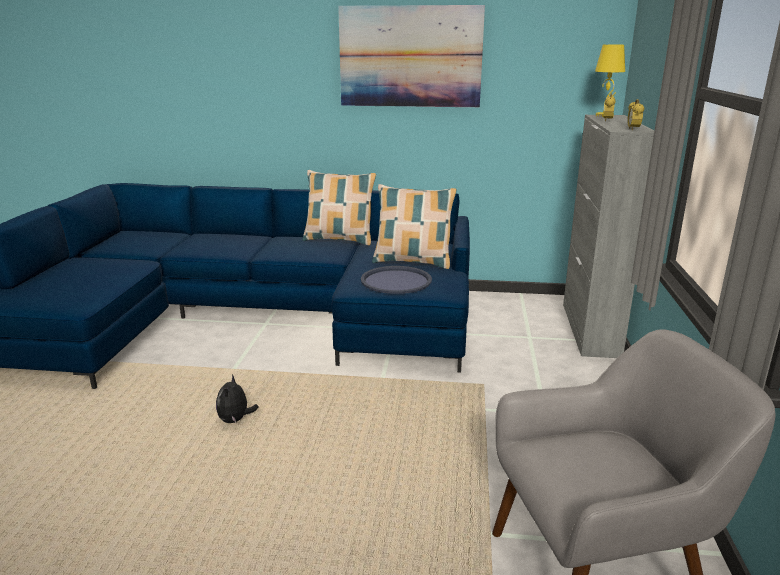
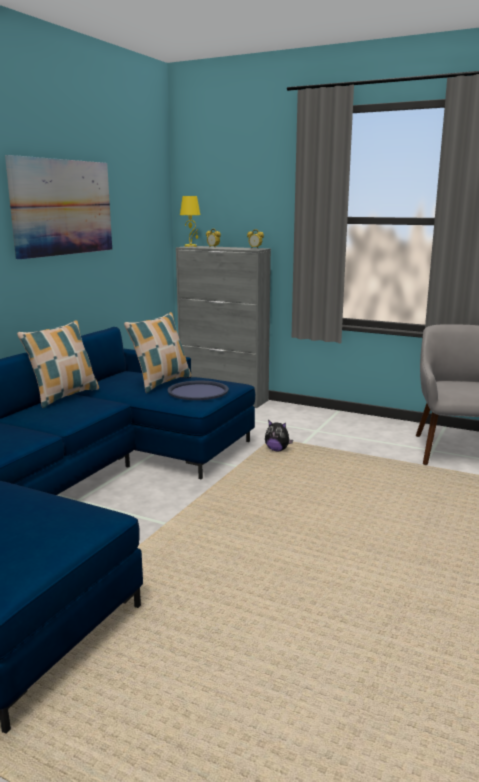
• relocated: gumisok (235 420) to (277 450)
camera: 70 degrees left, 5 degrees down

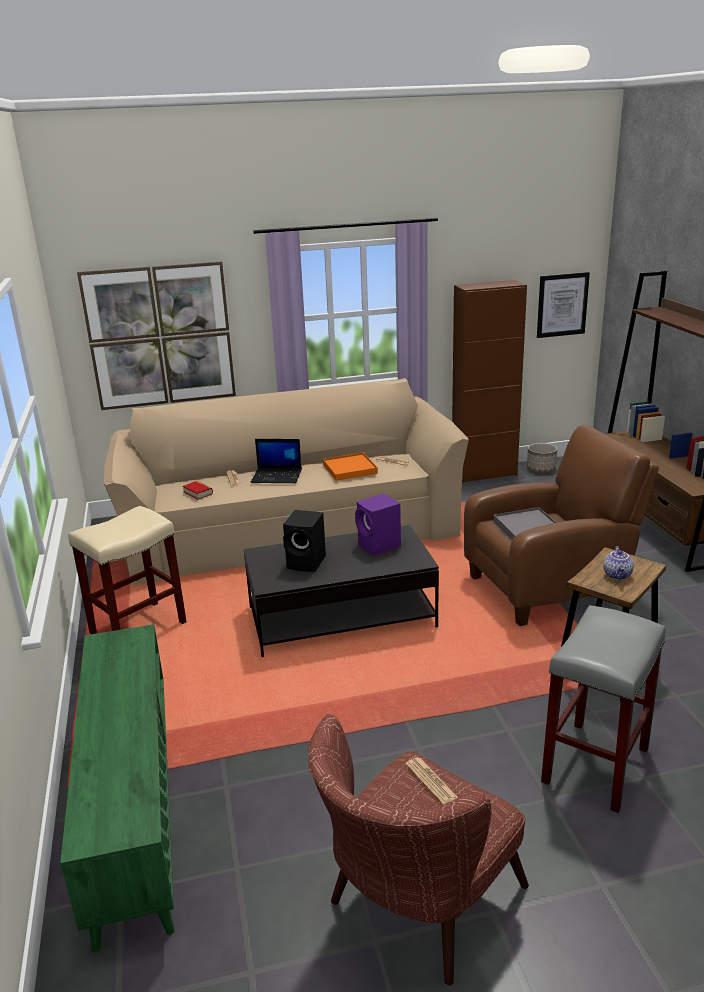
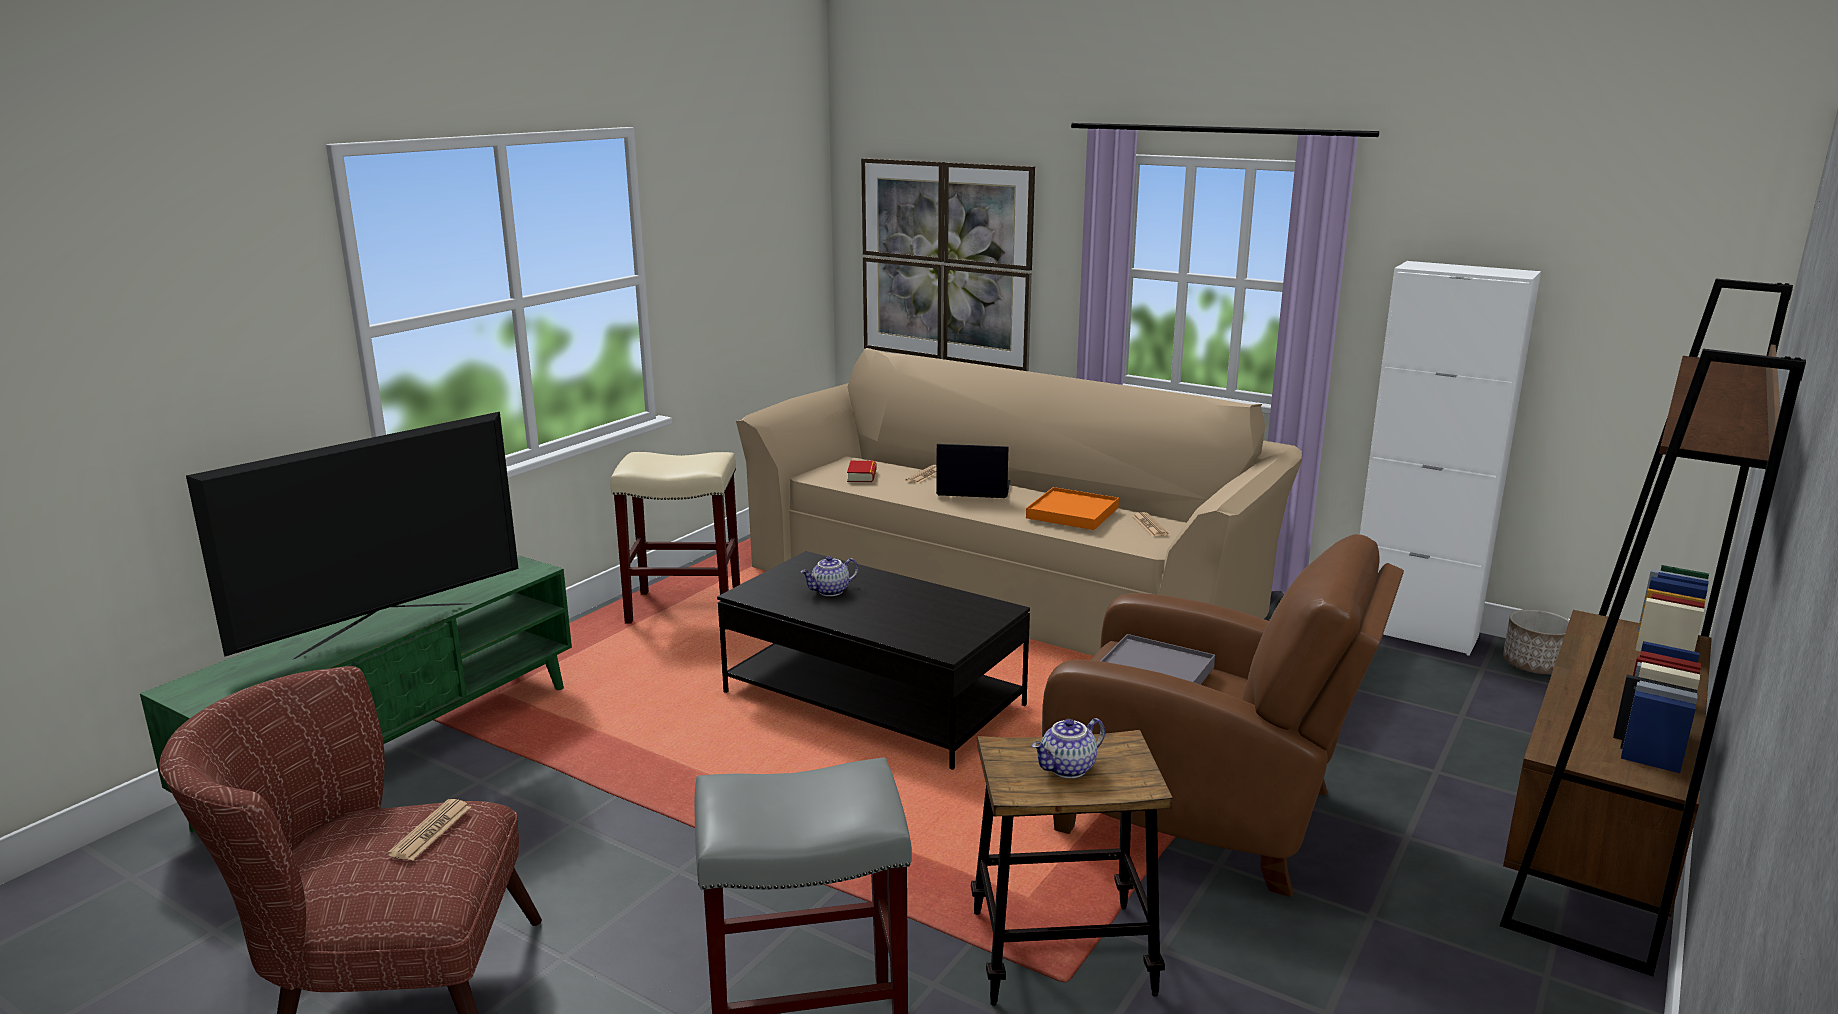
• missing: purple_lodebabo (379 546)
• missing: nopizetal (562 305)
• appeared: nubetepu (385 629)
• exchanged: black_lodebabo (307 563) to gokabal (830 591)
• colour: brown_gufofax (484 474) to white_gufofax (1412 632)
• spun: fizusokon (277 476) = (972 489) 135 degrees clockwise
camera: 45 degrees right, 5 degrees down

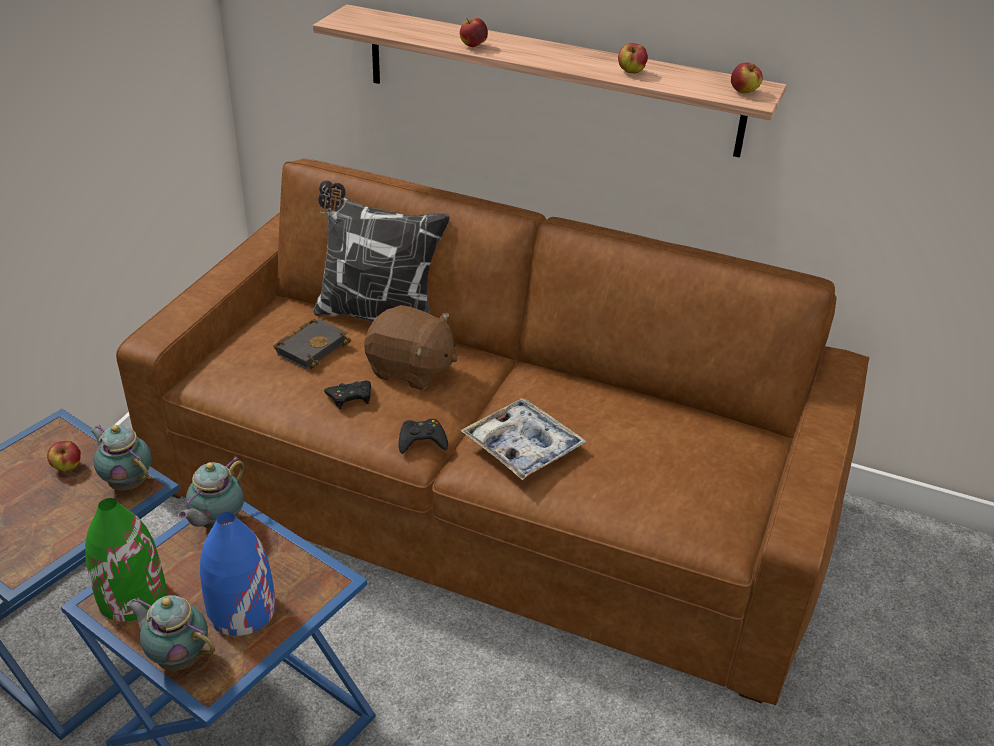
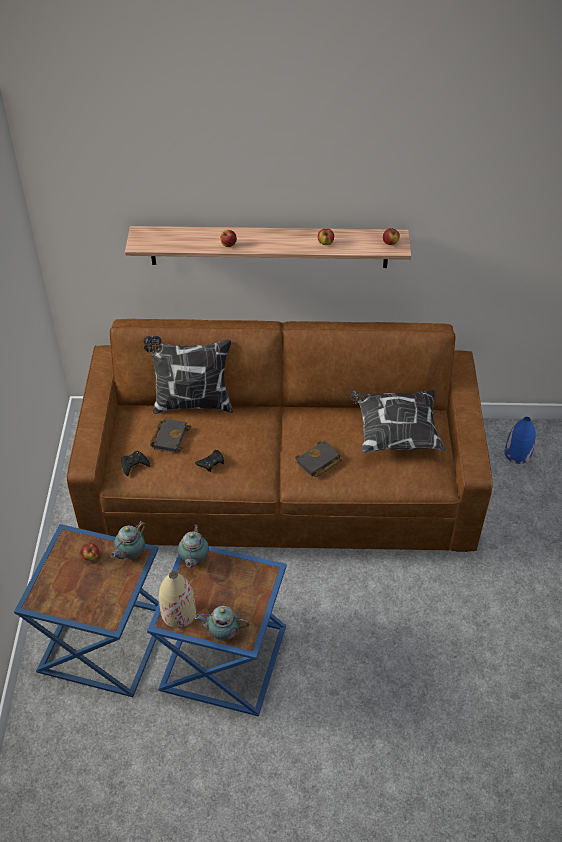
• missing: brown_gumisok (410 370)
• appeared: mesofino (395 433)
• relocated: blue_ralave (241 609) to (517 454)
• relocated: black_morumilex (422 440) to (134 465)
• exchanged: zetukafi (522 446) to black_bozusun (318 462)
• colour: green_ralave (132 595) to beige_ralave (178 612)
• spun: gokabal (127 482) = (130 554) 75 degrees counterclockwise
camera: 20 degrees left, 10 degrees up

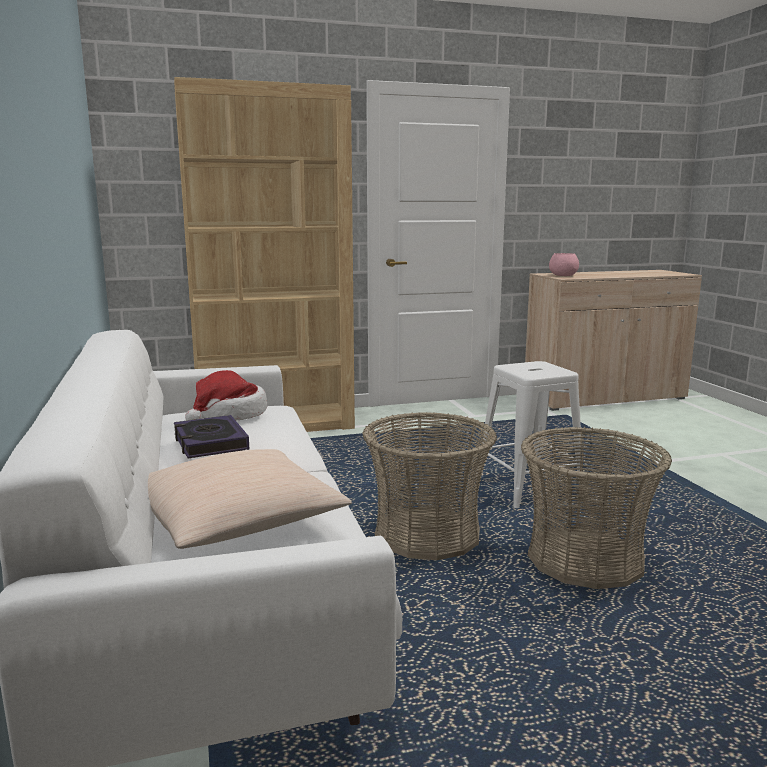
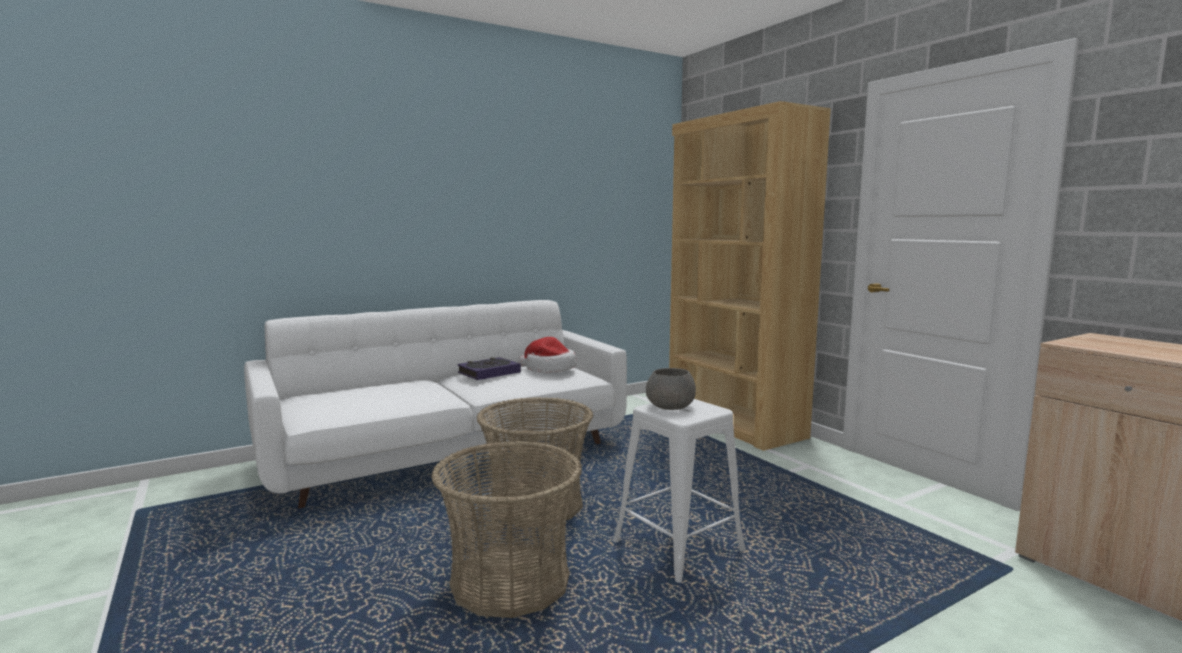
• missing: beige_mesofino (238 519)
• missing: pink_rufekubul (563 275)
• appeared: grey_rufekubul (671 406)
camera: 75 degrees right, 5 degrees down

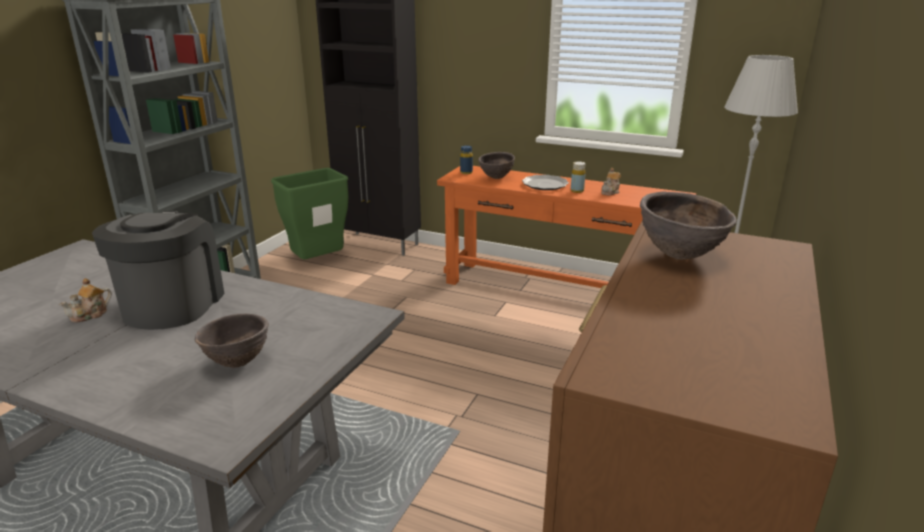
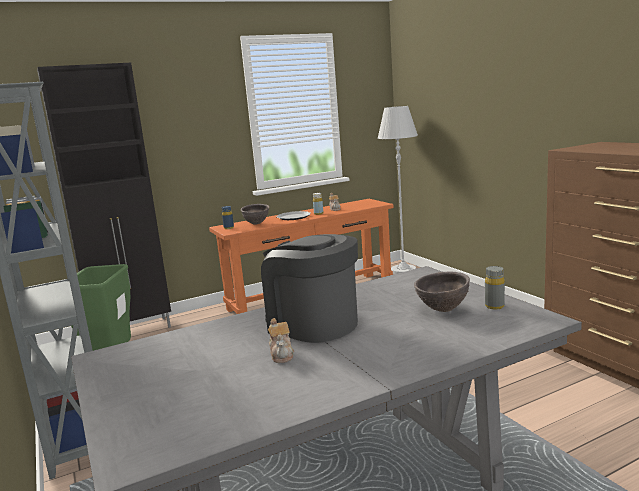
• missing: brown_rufekubul (680 256)
• appeared: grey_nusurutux (494 306)
camera: 50 degrees left, 10 degrees down

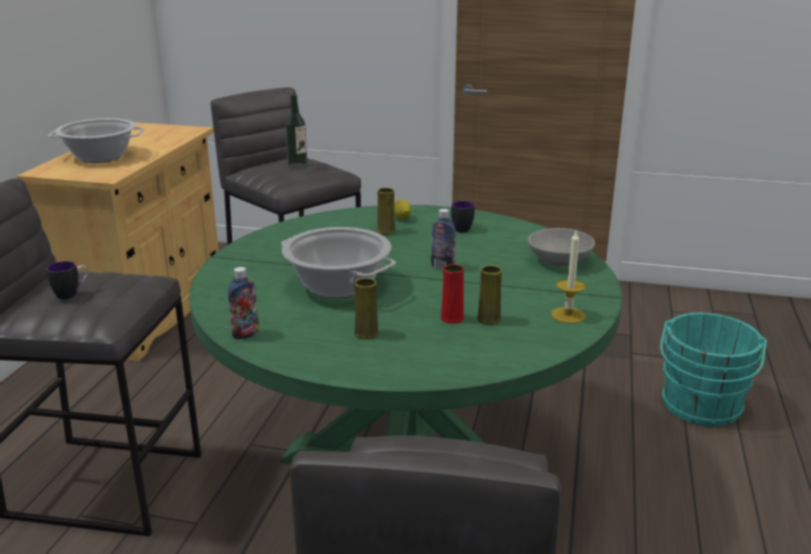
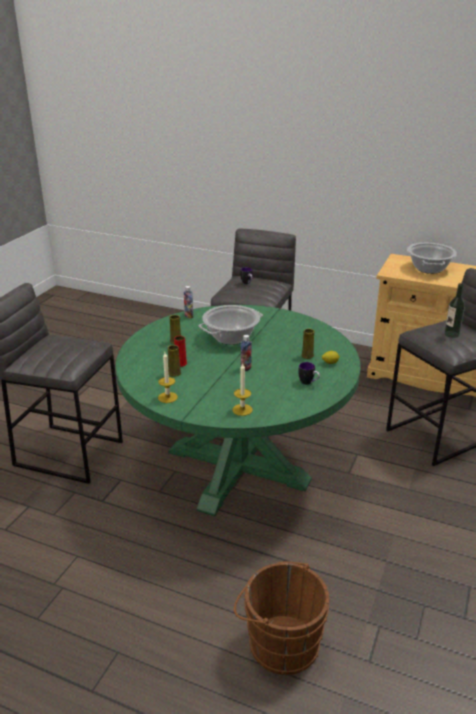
• exchanged: grey_rufekubul (560 261) to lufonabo (242 410)
• colour: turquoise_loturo (700 408) to brown_loturo (280 642)
camera: 100 degrees right, 5 degrees up

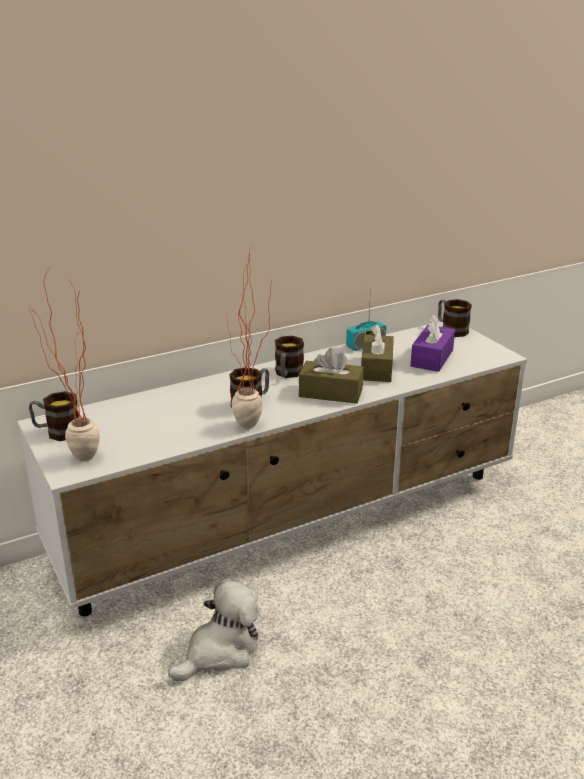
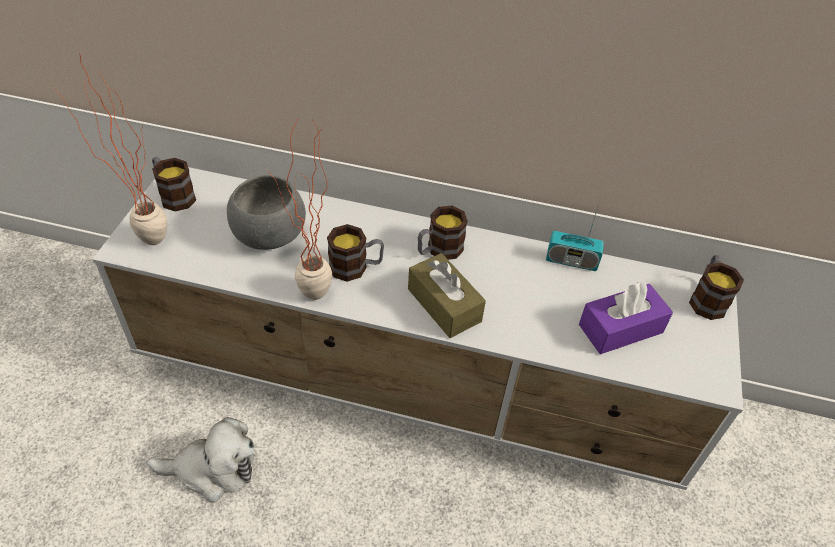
• missing: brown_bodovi (376 368)
• appeared: grey_rufekubul (269 236)
camera: 40 degrees right, 20 degrees up

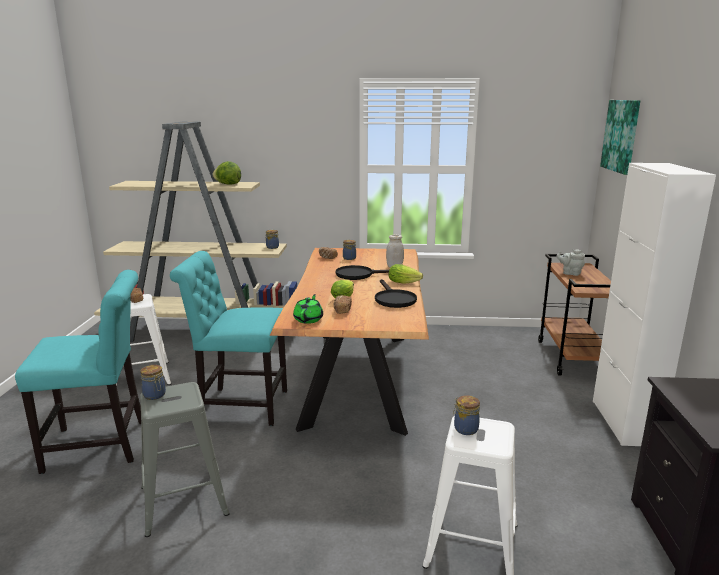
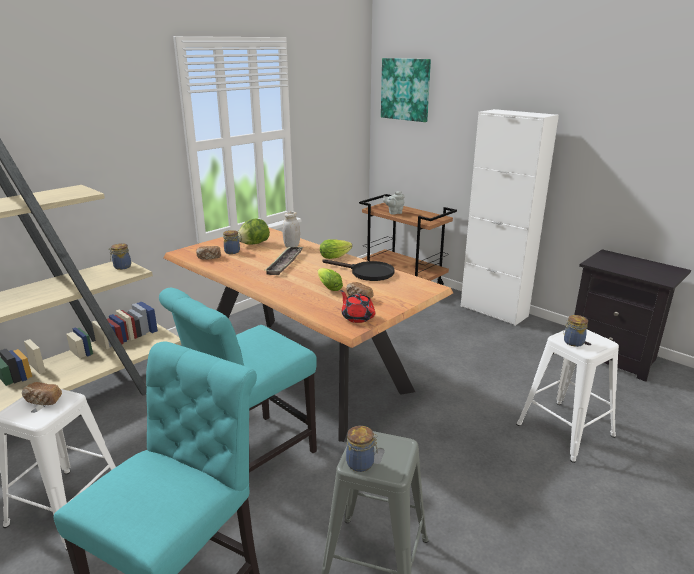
• relocated: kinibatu (228 184) to (253 244)
• exchanged: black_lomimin (359 275) to zetukafi (285 263)
• colour: green_gokabal (308 319) to red_gokabal (357 317)
camera: 50 degrees left, 5 degrees up

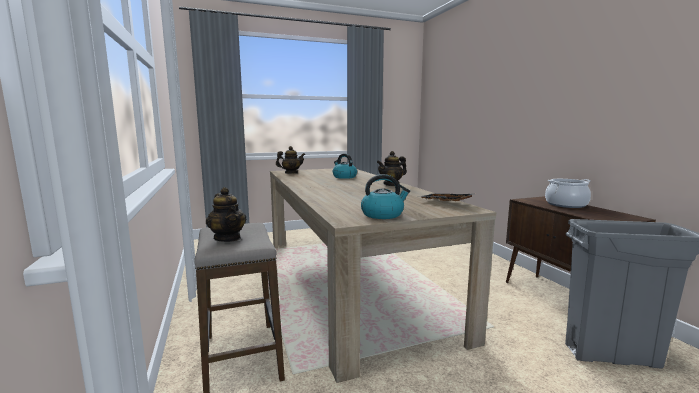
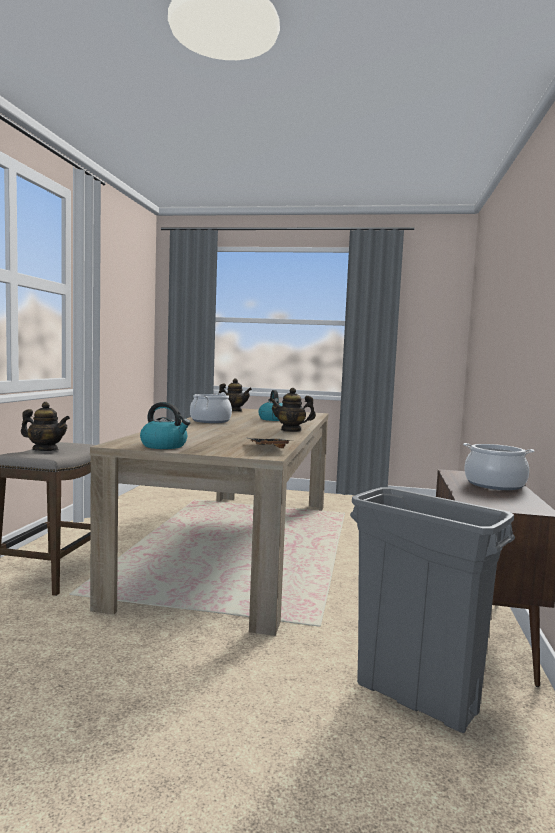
• appeared: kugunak (210 421)
• spun: gokabal (228 238) = (45 450) 75 degrees counterclockwise
camera: 30 degrees right, 5 degrees down

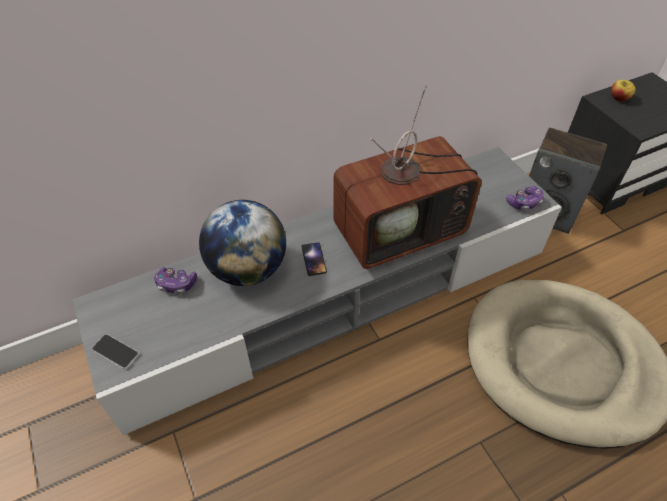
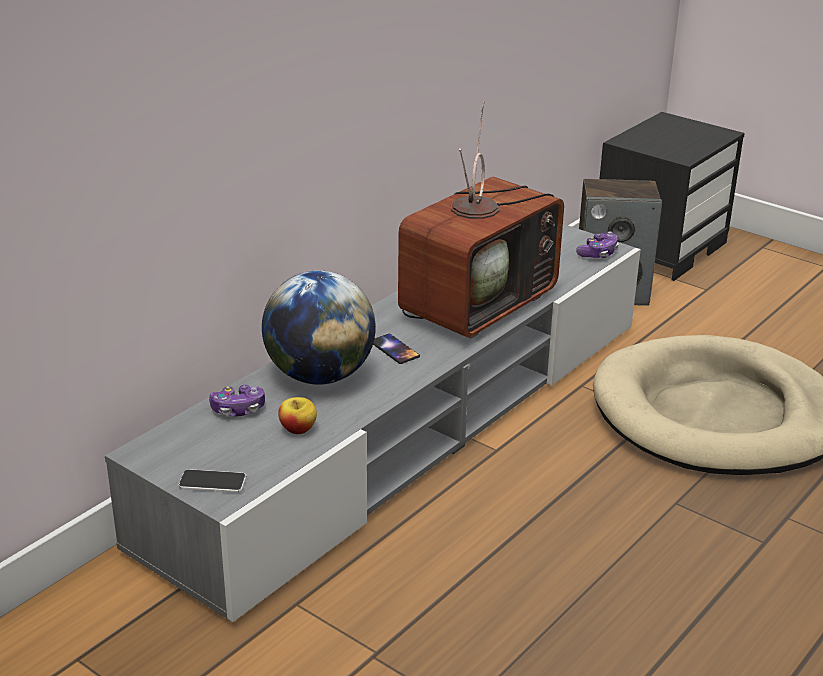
• relocated: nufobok (619 98) to (298 429)
camera: 25 degrees left, 20 degrees down

